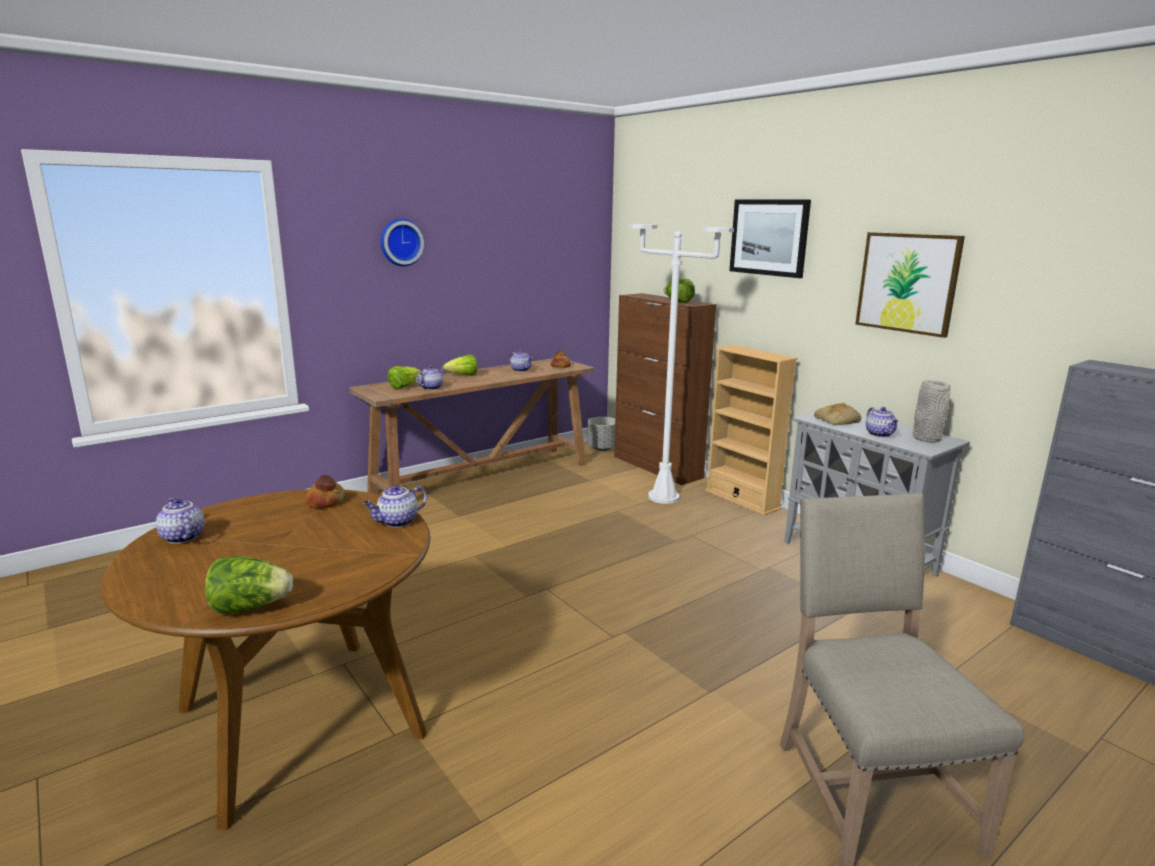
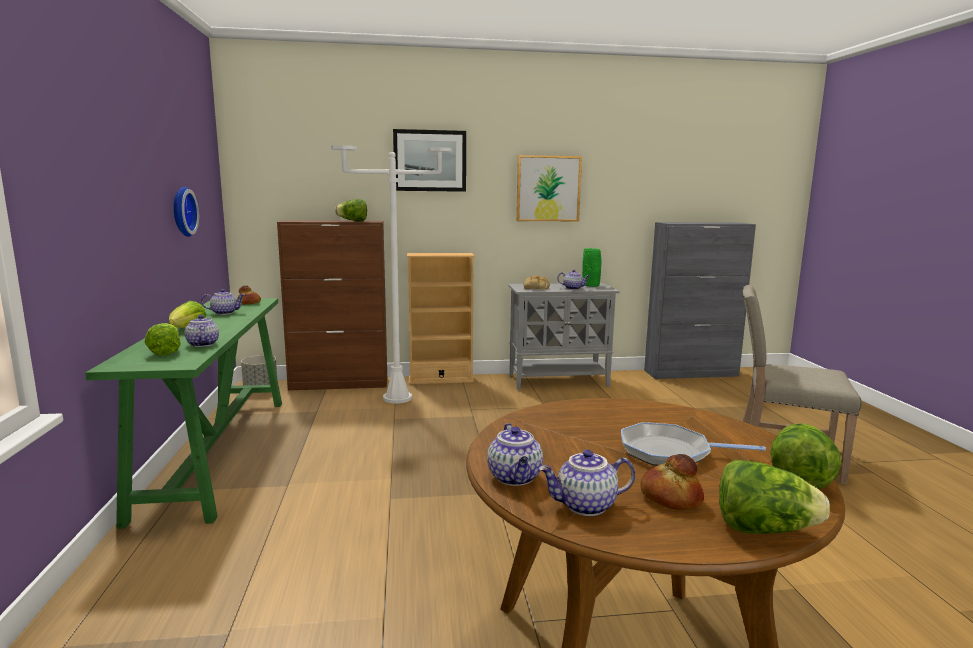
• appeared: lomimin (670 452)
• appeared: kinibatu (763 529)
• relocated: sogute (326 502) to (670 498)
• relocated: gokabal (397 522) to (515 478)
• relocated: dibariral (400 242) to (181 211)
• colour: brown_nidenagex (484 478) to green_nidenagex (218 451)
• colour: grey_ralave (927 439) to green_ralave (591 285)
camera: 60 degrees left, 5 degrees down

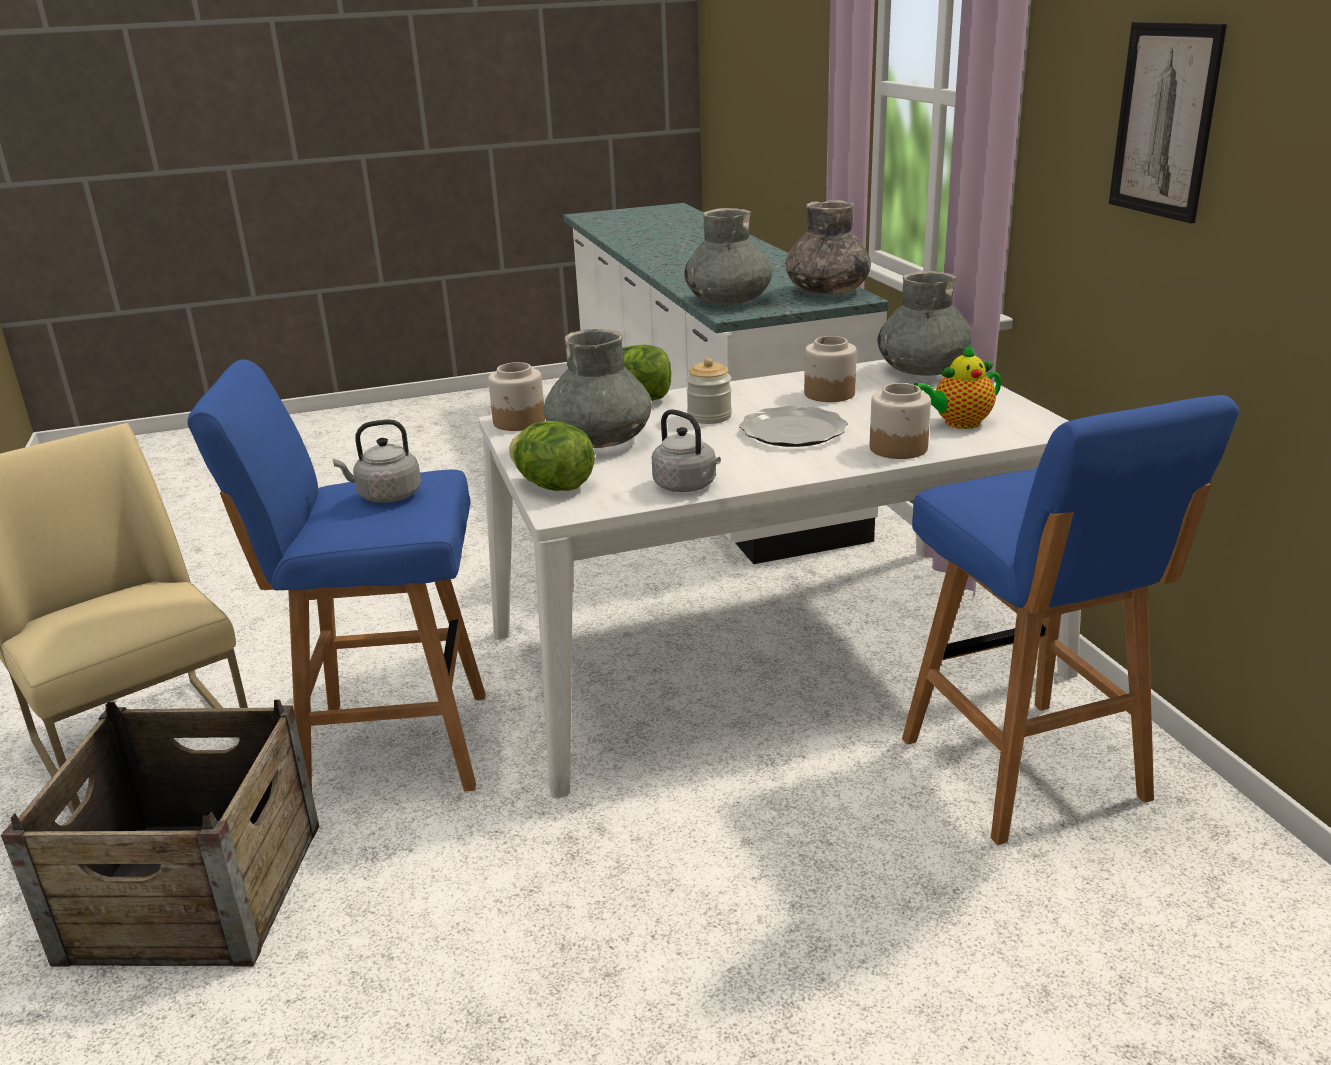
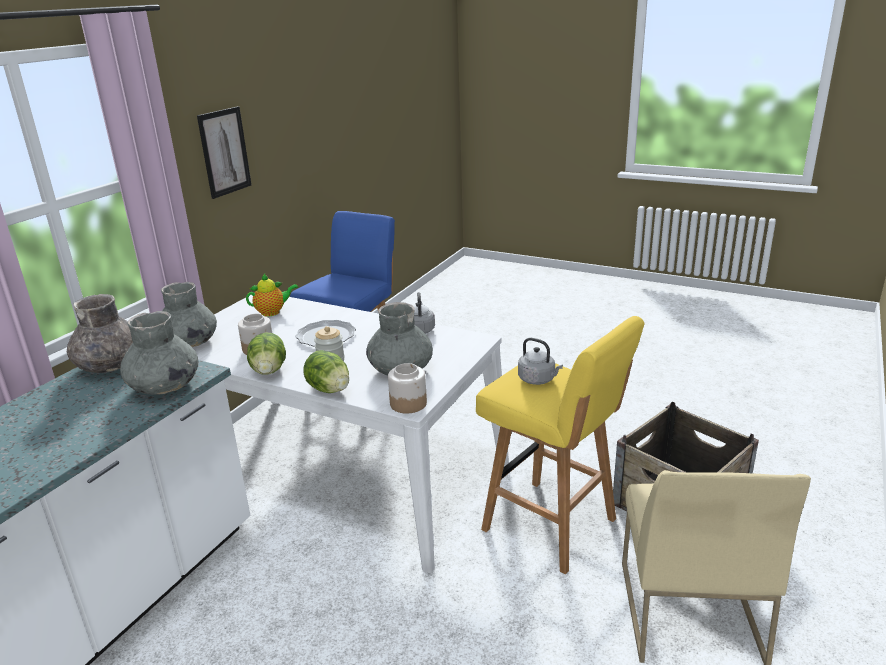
• missing: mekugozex (899 448)
• relocated: kinibatu (554 486) to (269 371)
• colour: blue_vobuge (391 746) to yellow_vobuge (552 526)
• spun: gokabal (958 423) = (272 312) 45 degrees counterclockwise
camera: 135 degrees left, 0 degrees up

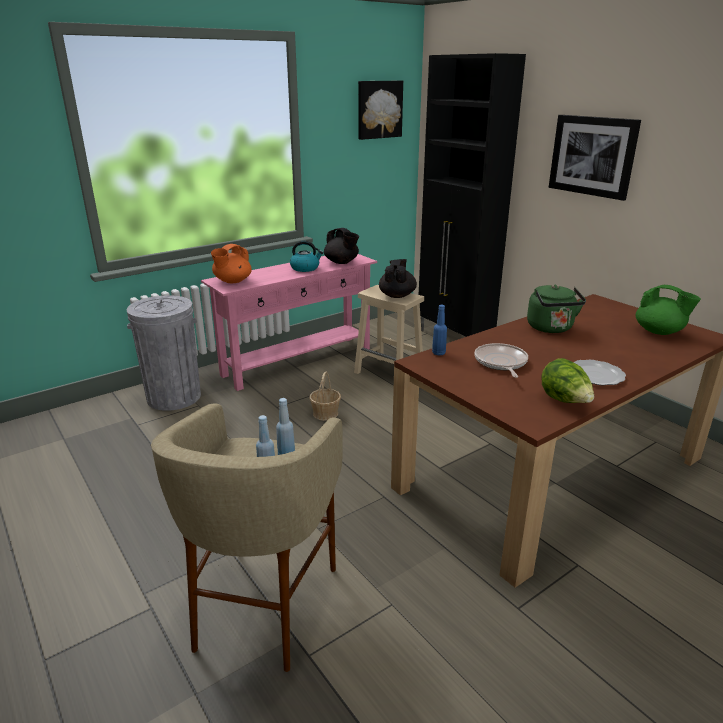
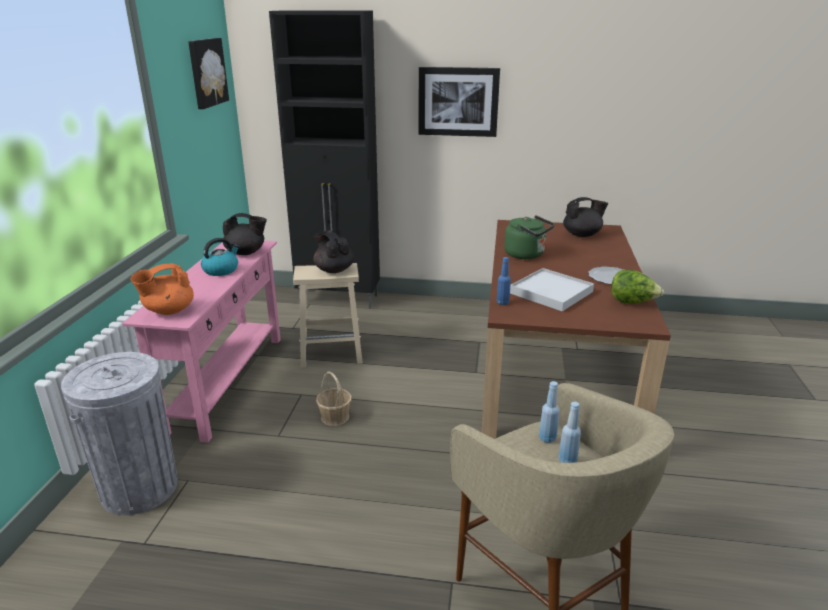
• exchanged: lomimin (500 363) to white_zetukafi (551 292)
• colour: green_gokabal (659 332) to black_gokabal (582 235)
• spun: orange_gokabal (232 281) = (168 311) 60 degrees clockwise
camera: 45 degrees left, 0 degrees up

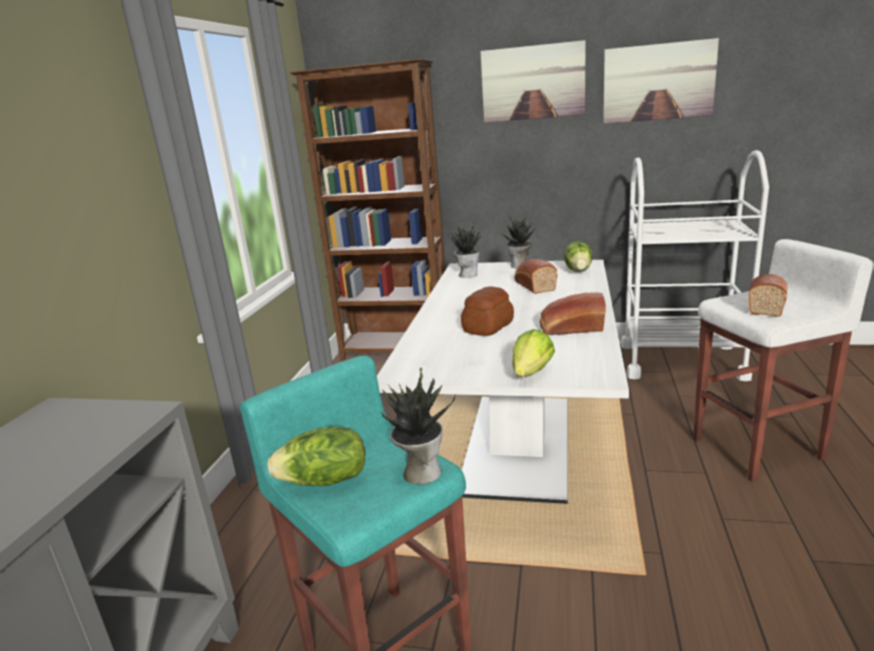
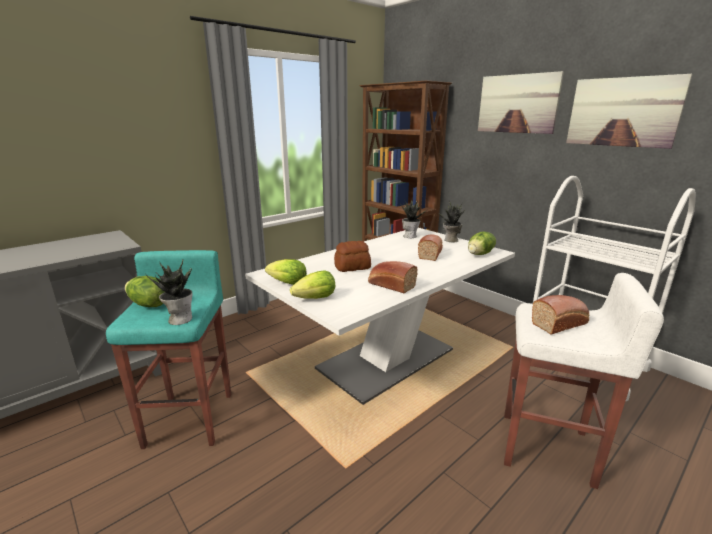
• appeared: kinibatu (288 283)
camera: 35 degrees right, 0 degrees up

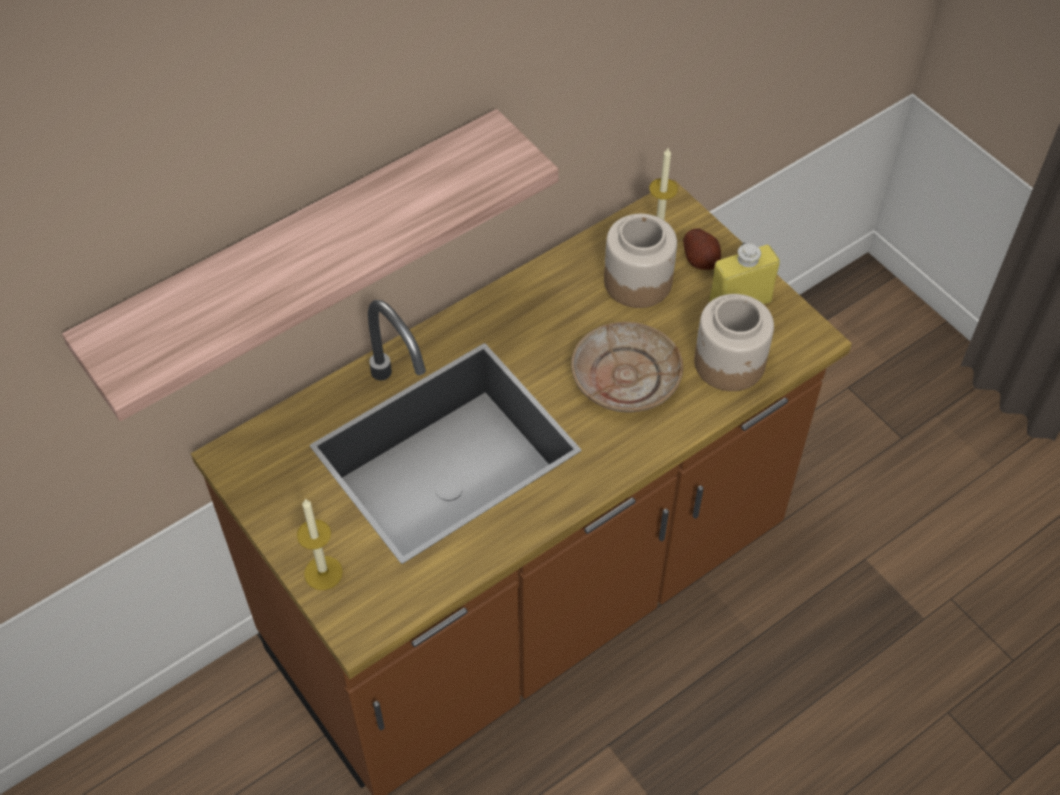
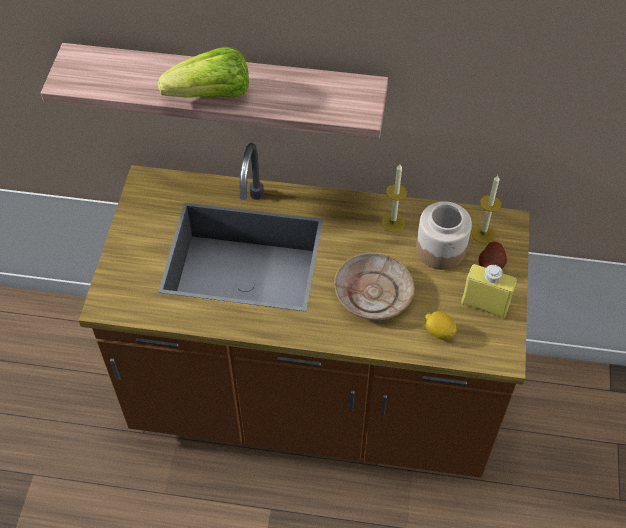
• appeared: kinibatu (211 95)
• relocated: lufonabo (323 573) to (393 222)
• exchanged: mekugozex (730 363) to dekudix (439 332)
camera: 45 degrees right, 0 degrees up

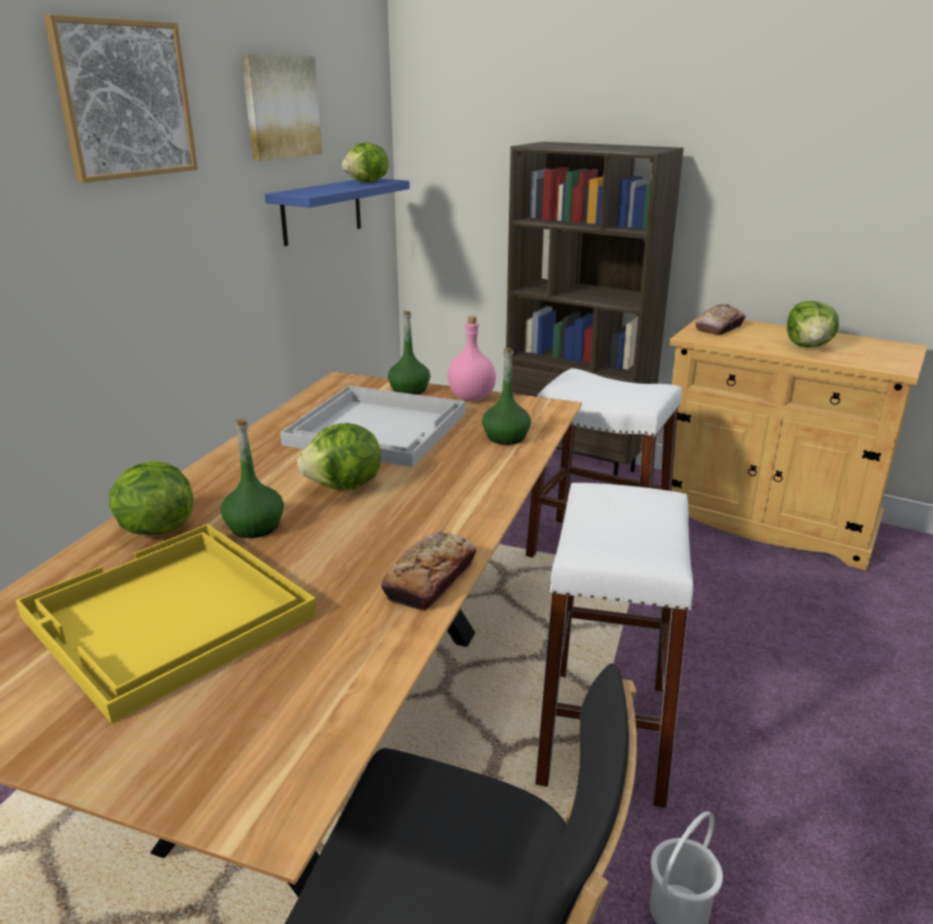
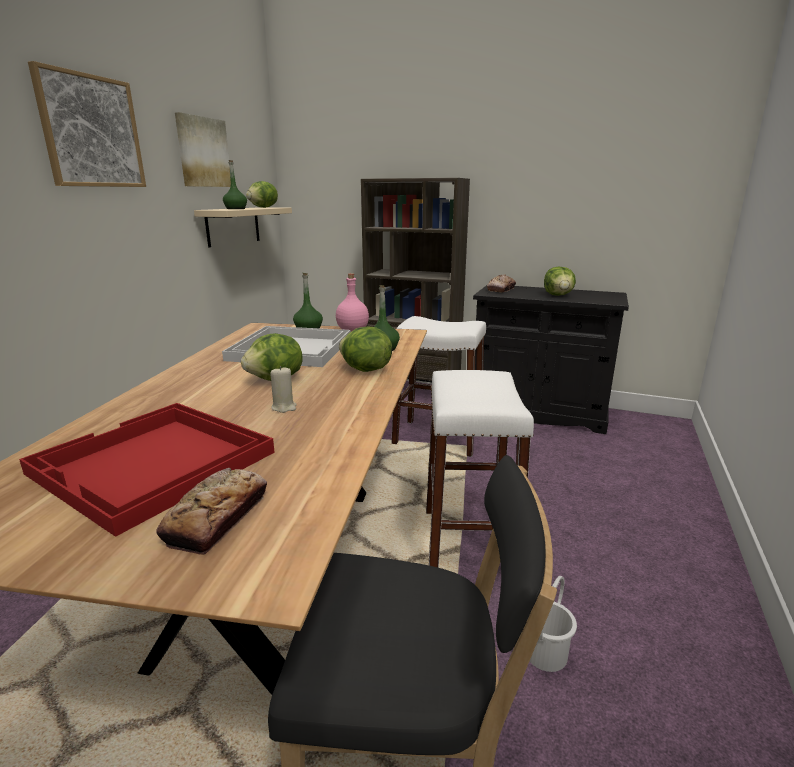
• appeared: beige_lufonabo (284 407)
• relocated: kinibatu (155 529) to (365 370)
• relocated: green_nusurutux (255 526) to (236 209)
• relocated: sogute (430 579) to (217 518)
• colour: yellow_zetukafi (168 618) to red_zetukafi (153 464)
• colour: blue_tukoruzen (322 211) to beige_tukoruzen (233 226)
• colour: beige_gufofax (764 519) to black_gufofax (538 411)
camera: 10 degrees left, 5 degrees down

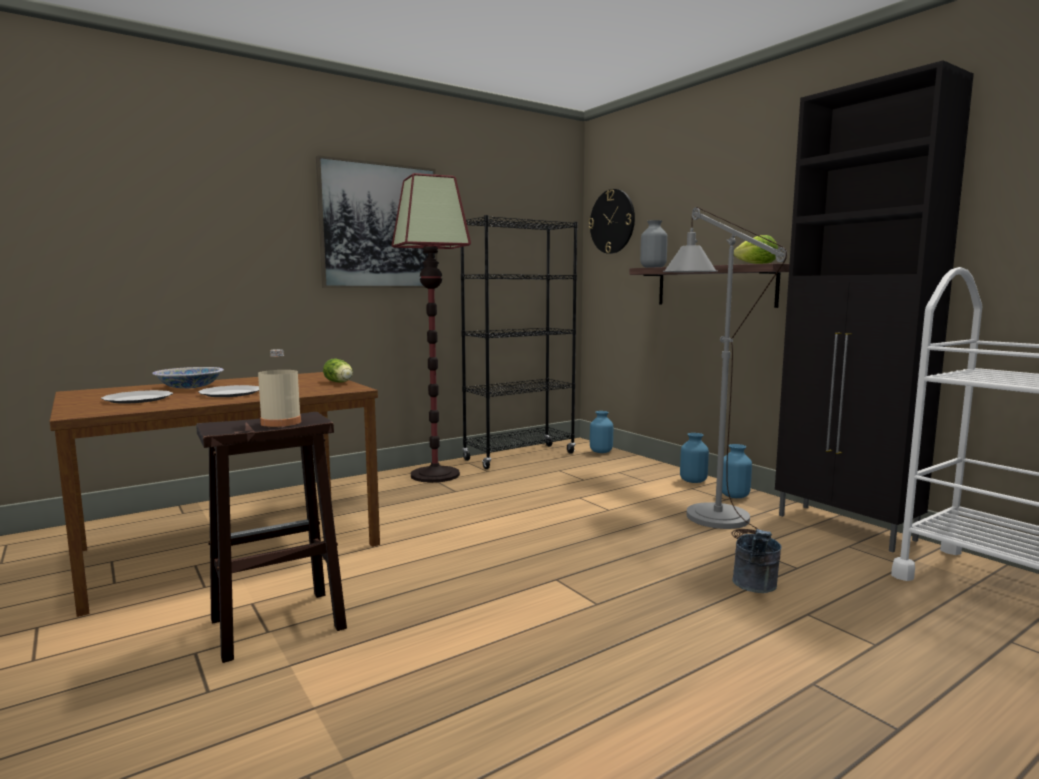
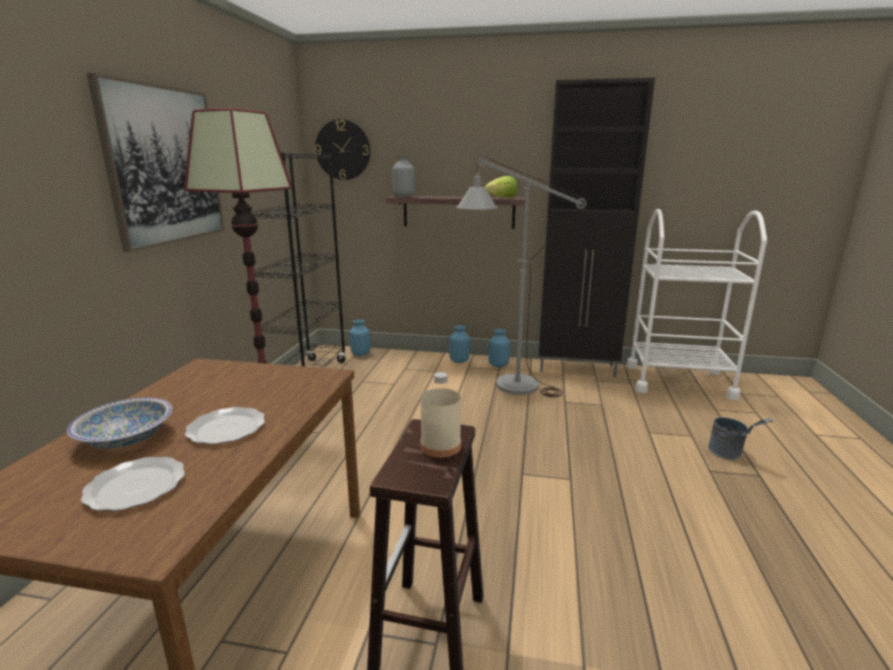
• missing: kinibatu (340 382)
• relocated: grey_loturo (755 587) to (730 454)
camera: 45 degrees left, 10 degrees up

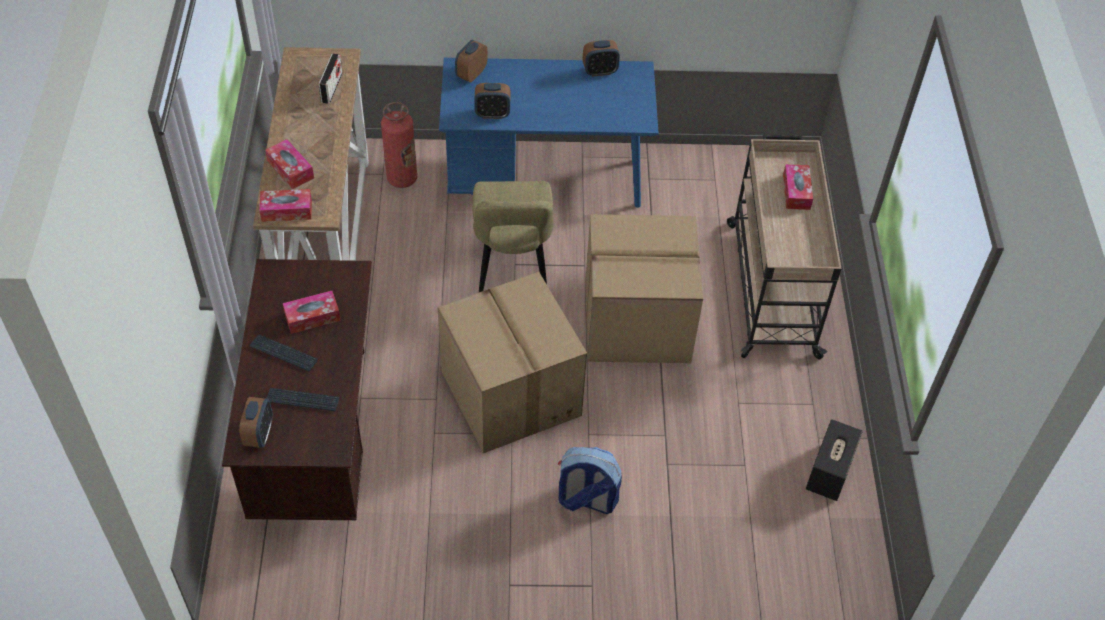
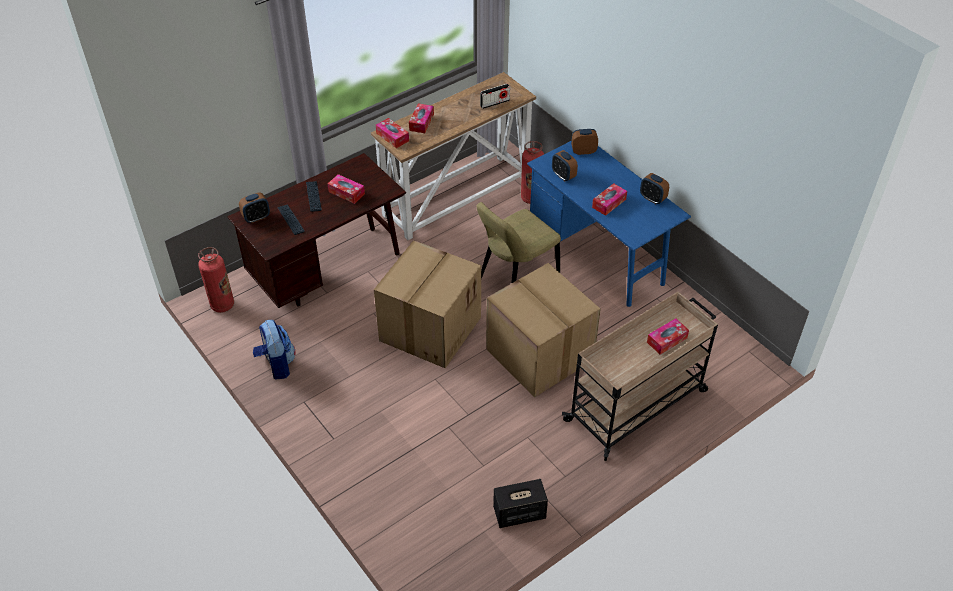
• appeared: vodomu (222 305)
• appeared: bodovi (609 203)
• relocated: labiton (586 499) to (277 364)
camera: 55 degrees right, 5 degrees down

